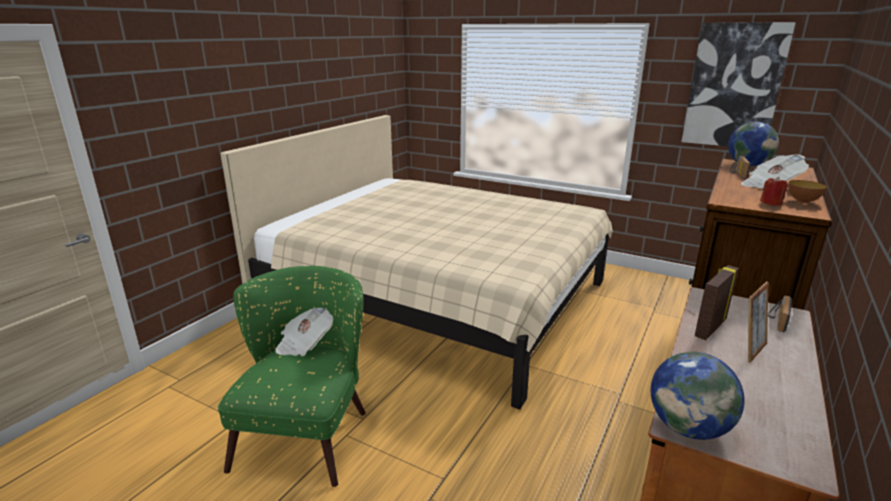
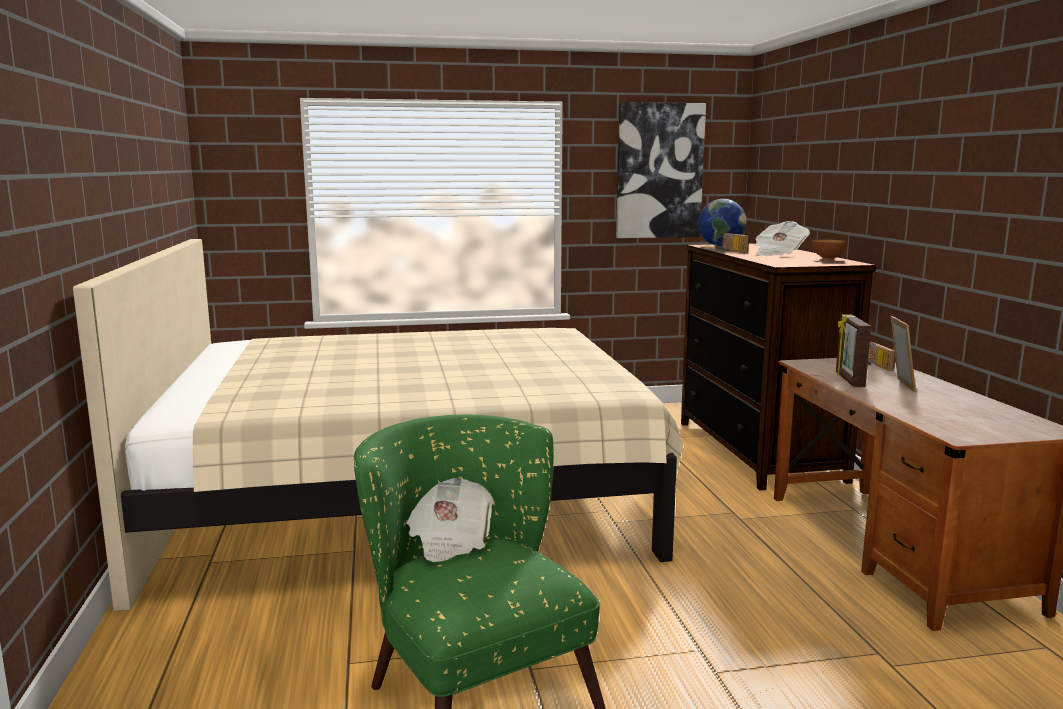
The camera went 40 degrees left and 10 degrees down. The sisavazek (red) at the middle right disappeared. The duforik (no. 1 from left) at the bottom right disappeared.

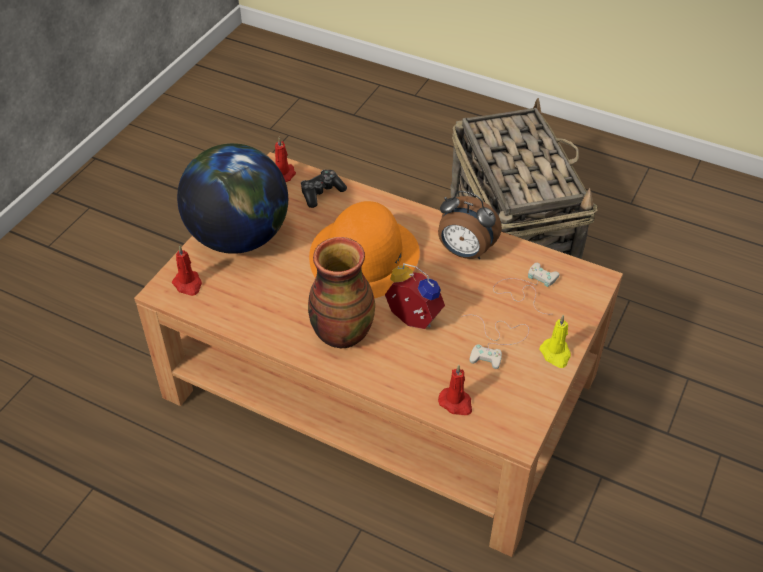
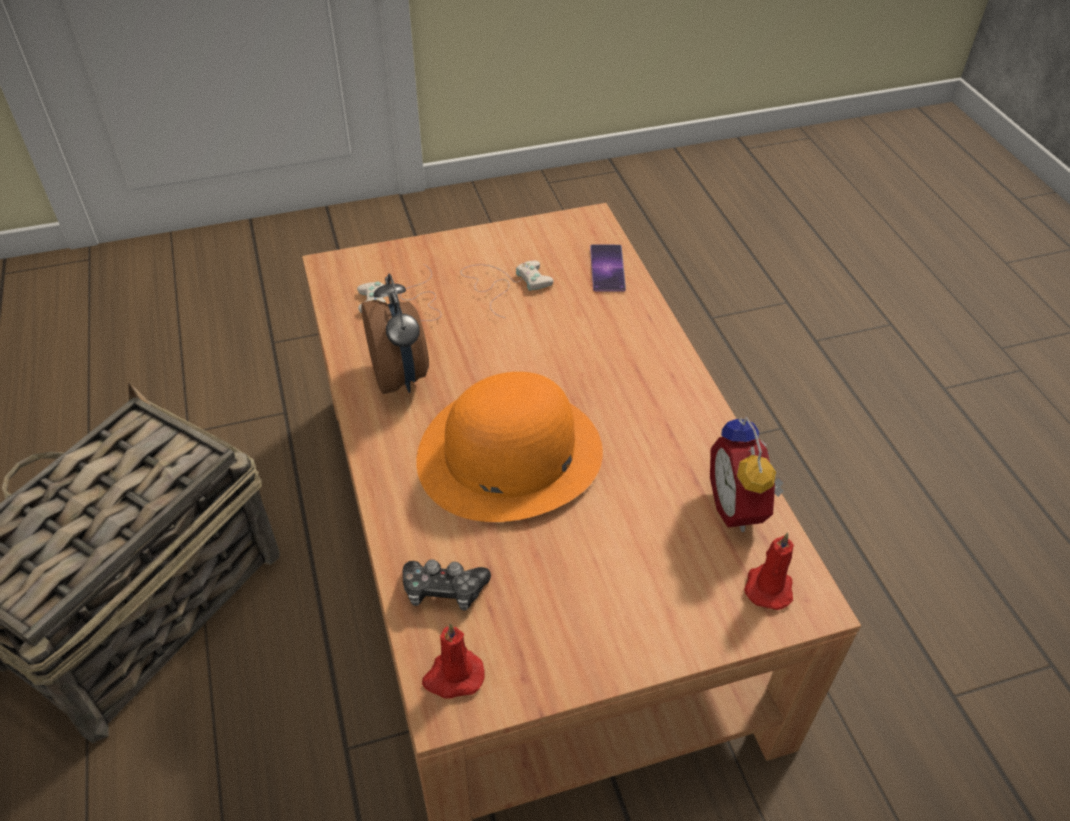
The camera went 135 degrees left and 0 degrees up. The duforik at the middle left disappeared. The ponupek at the centre disappeared. The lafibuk (no. 1 from left in the first image) moved from the centre to the middle right. The sisavazek (yellow) at the middle right disappeared. The sisavazek (red) (no. 3 from left) at the bottom centre was replaced by the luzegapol at the top centre.

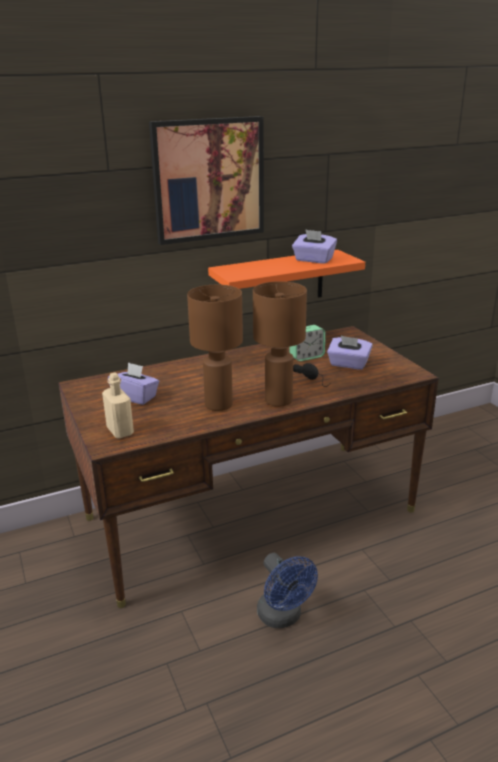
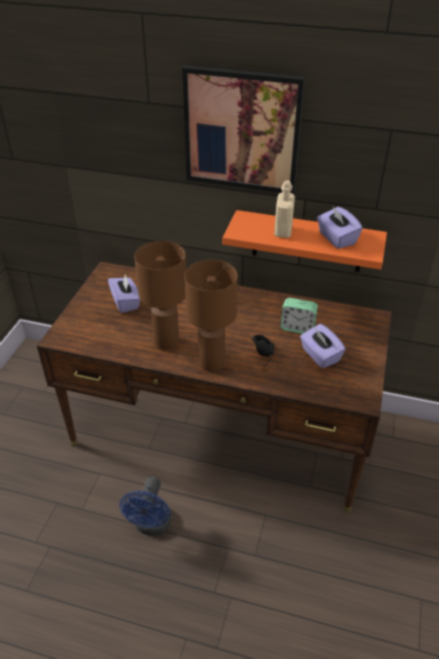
The camera went 40 degrees right and 15 degrees up. The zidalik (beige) moved from the middle left to the top centre.

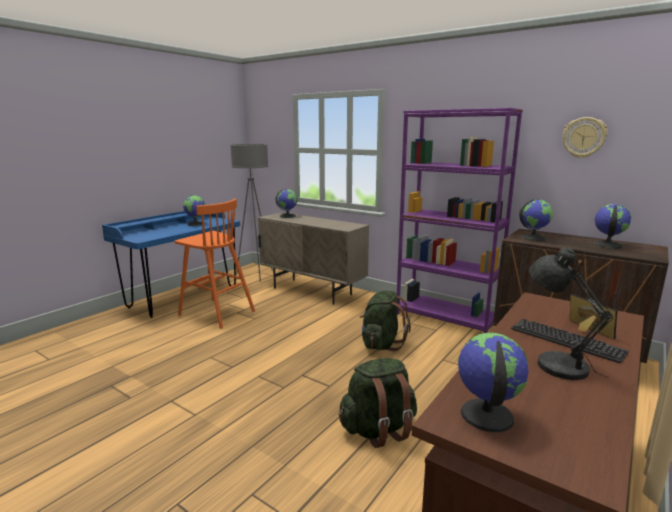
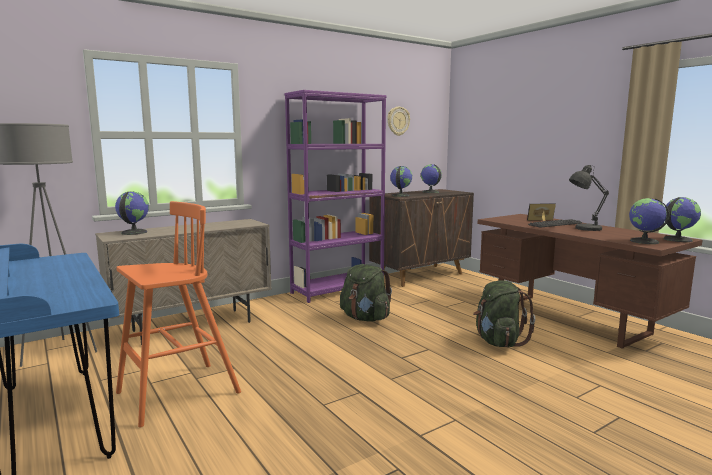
The camera went 70 degrees left and 5 degrees down. The duforik (no. 1 from left in the first image) moved from the middle left to the middle right.

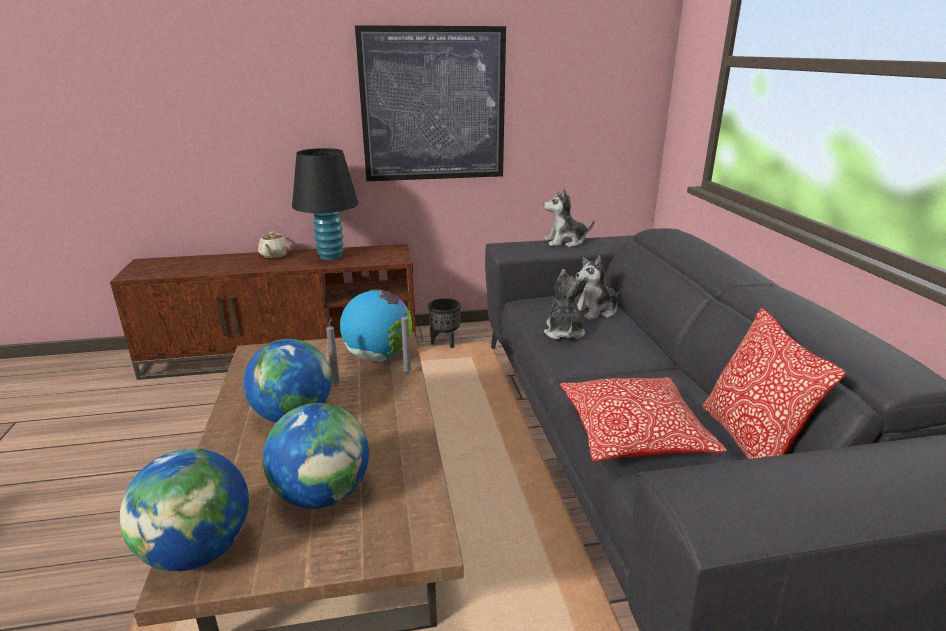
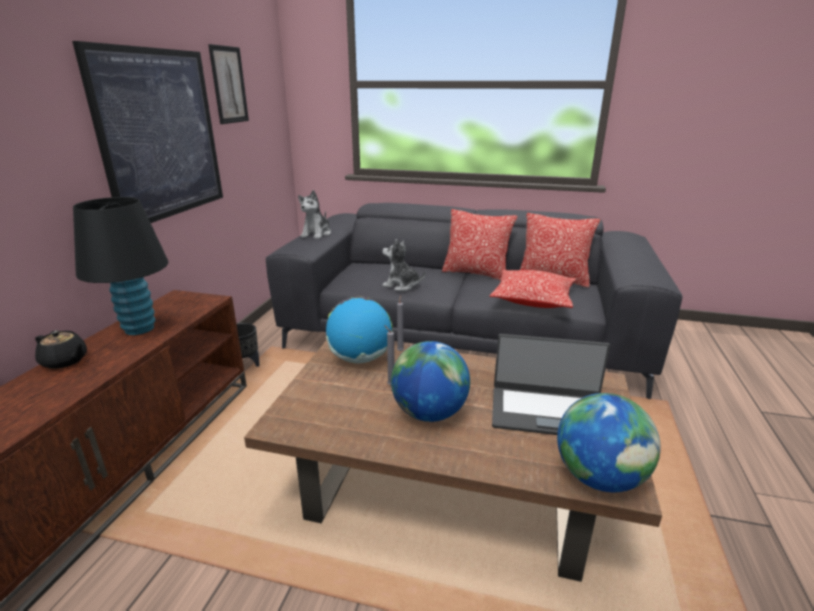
The camera went 65 degrees left and 0 degrees up. The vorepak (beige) at the middle left became the vorepak (black) at the middle left. The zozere (no. 3 from left) at the centre disappeared. The duforik (no. 3 from left) at the bottom centre was replaced by the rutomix at the middle right. The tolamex (no. 2 from left) at the top left appeared. The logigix (no. 1 from left) at the centre appeared.

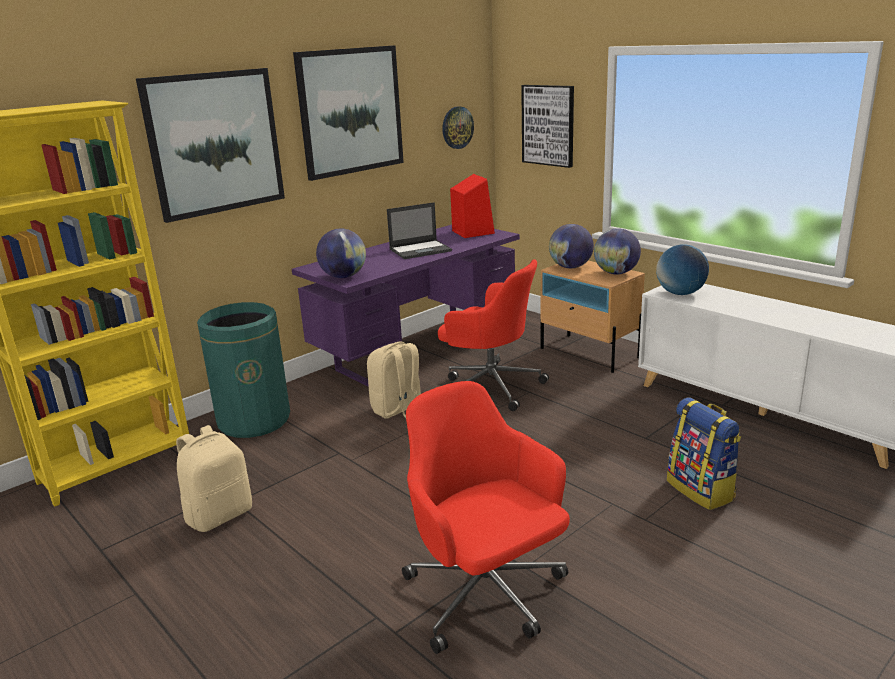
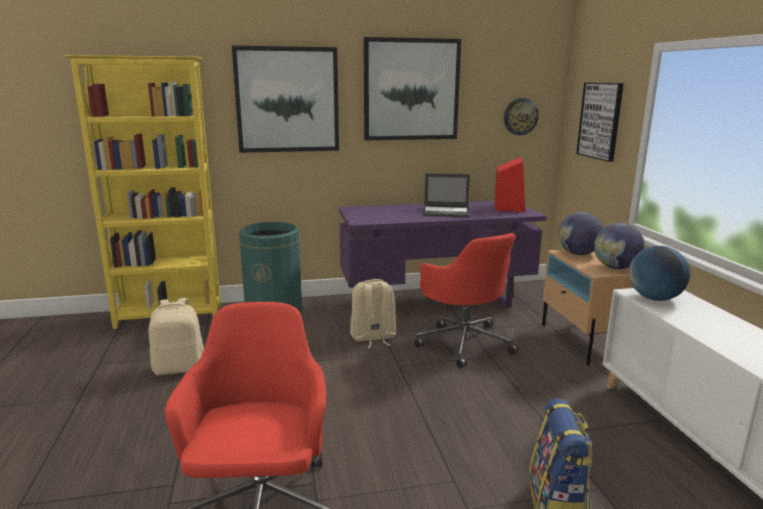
The camera went 30 degrees right and 5 degrees down. The duforik (no. 1 from left) at the centre disappeared.

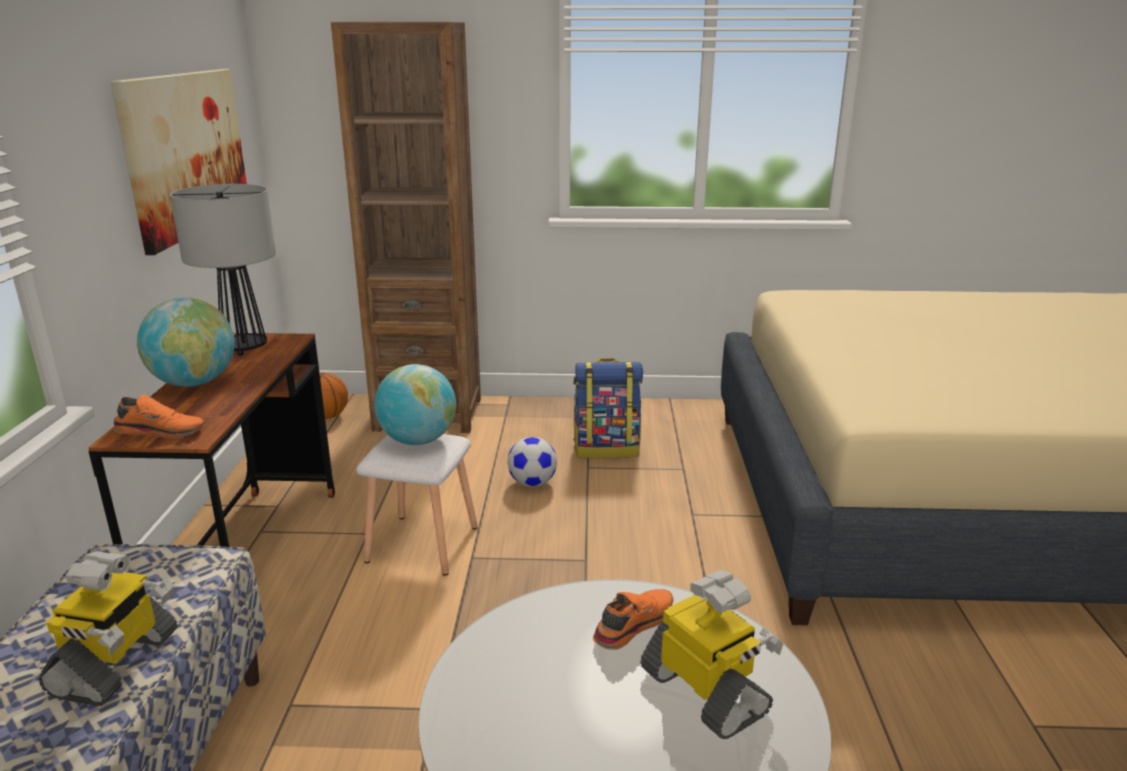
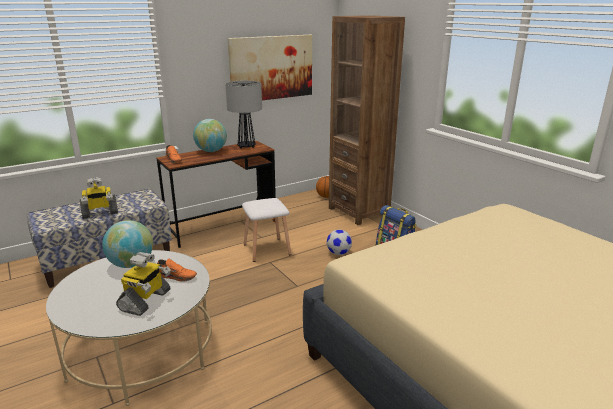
The camera went 55 degrees right and 0 degrees up. The duforik (no. 2 from left in the first image) moved from the centre to the middle left.

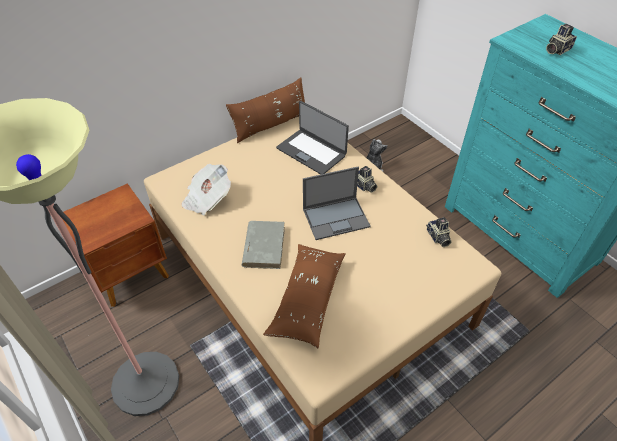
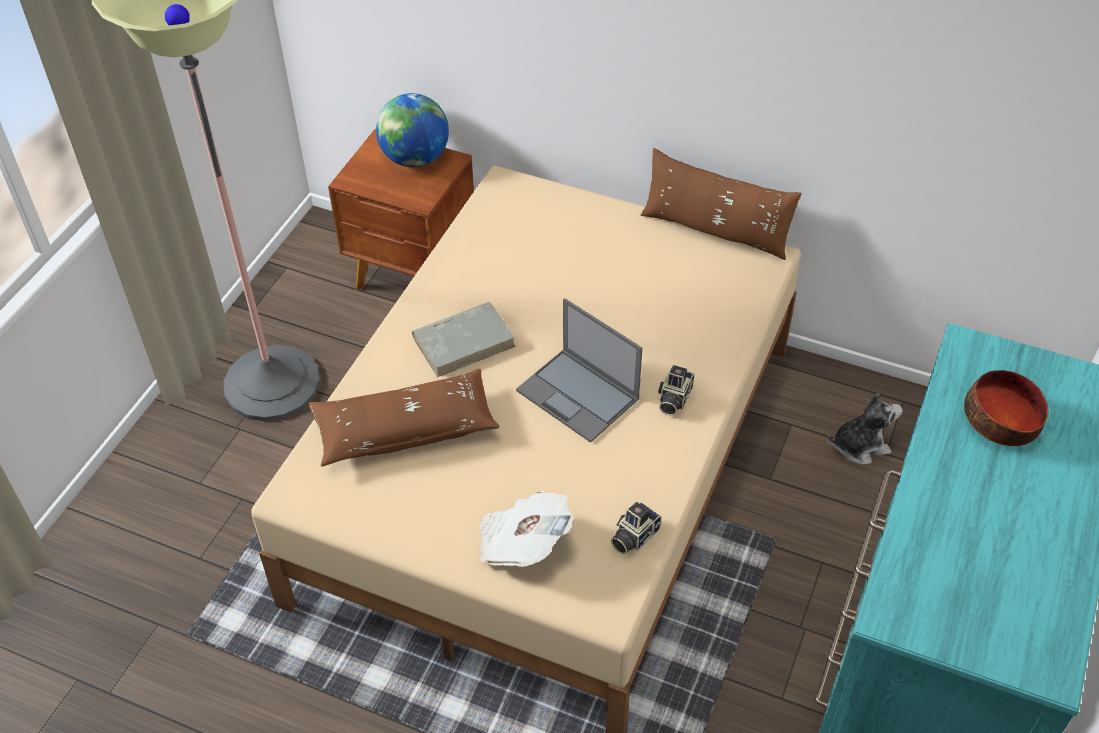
The camera went 60 degrees right and 0 degrees up. The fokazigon (no. 3 from left) at the top right was replaced by the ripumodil at the middle right. The rutomix (no. 1 from left) at the top centre disappeared. The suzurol moved from the centre to the bottom centre. The duforik at the top centre appeared.

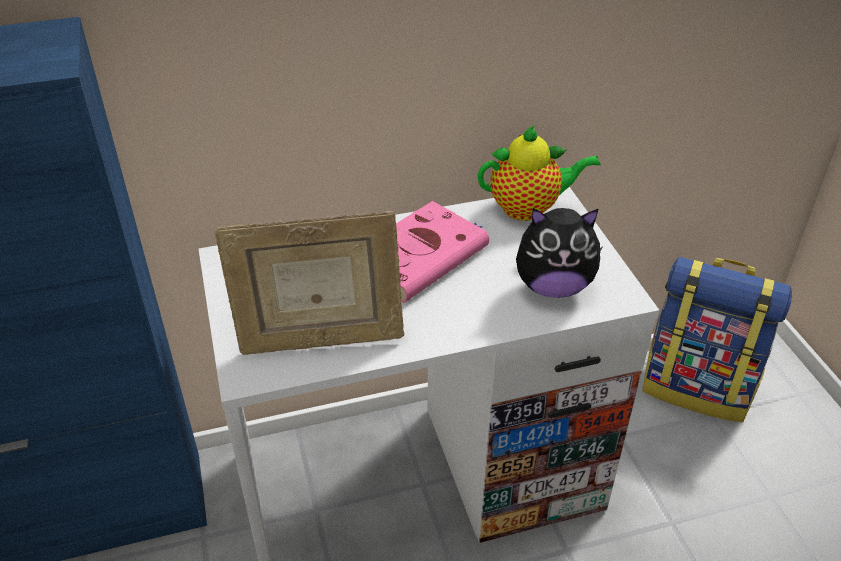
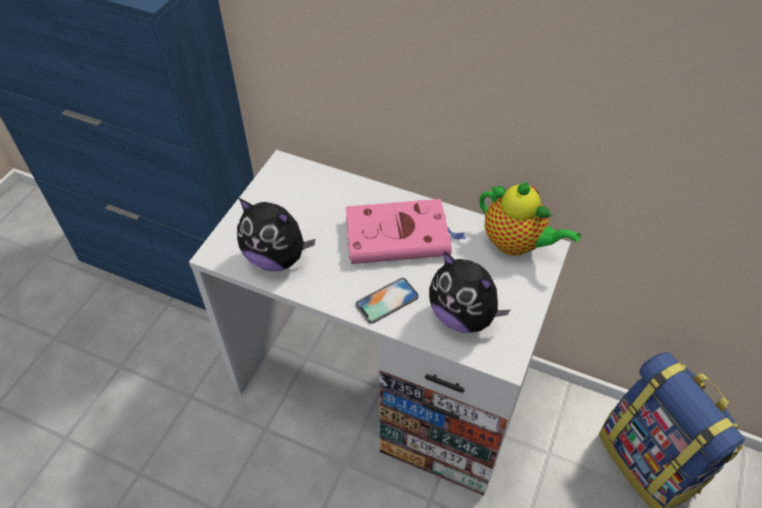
The camera went 40 degrees right and 10 degrees up. The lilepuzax at the centre was replaced by the zozere (no. 1 from left) at the centre. The luzegapol at the centre appeared.

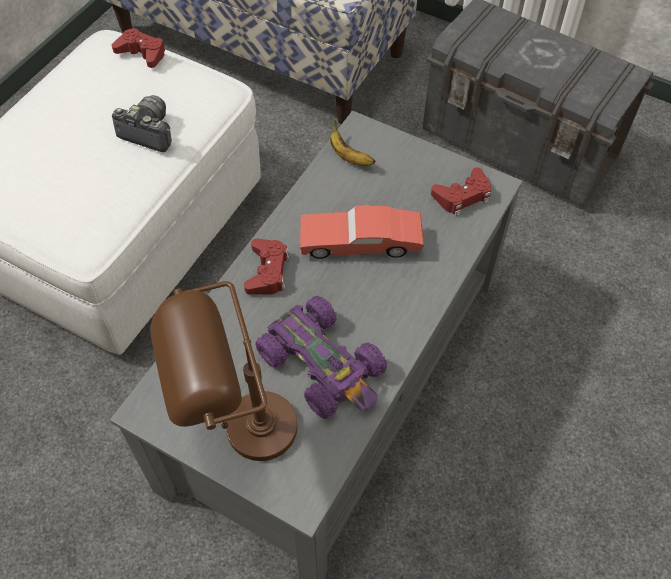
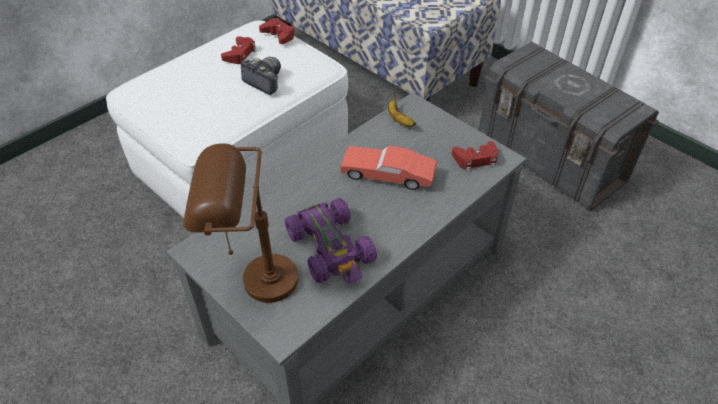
The camera went 15 degrees right and 10 degrees down. The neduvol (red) (no. 2 from left in the first image) moved from the centre to the top left.

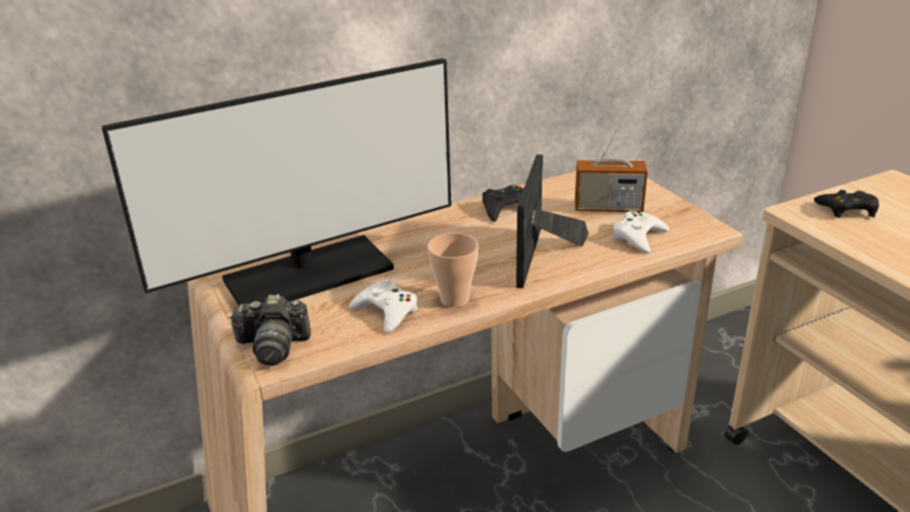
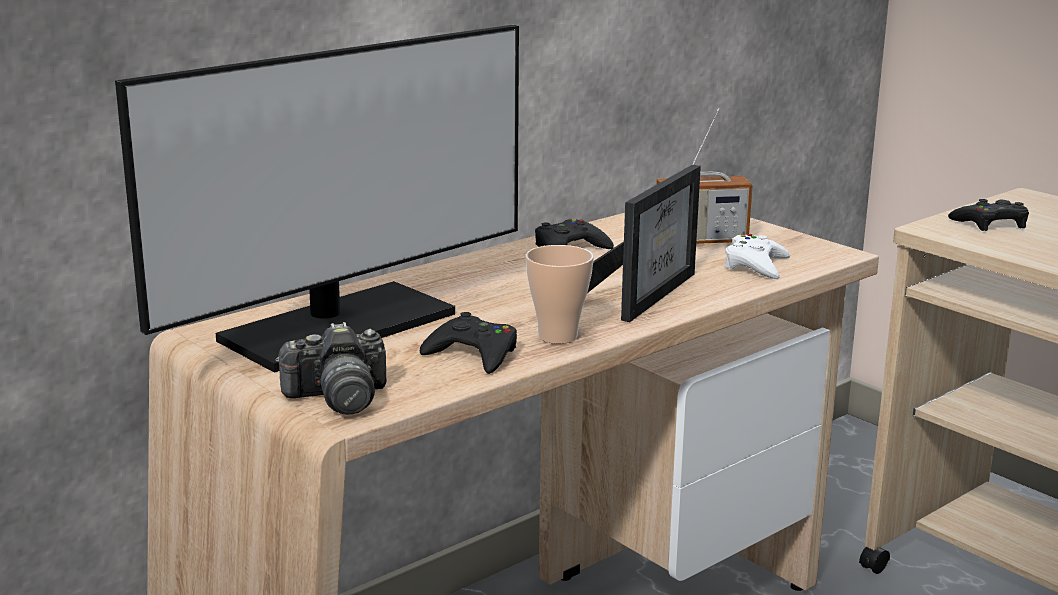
The camera went 15 degrees left and 10 degrees down. The lilepuzax at the centre turned 150 degrees counterclockwise. The neduvol (white) (no. 1 from left) at the centre became the neduvol (black) (no. 1 from left) at the centre.

